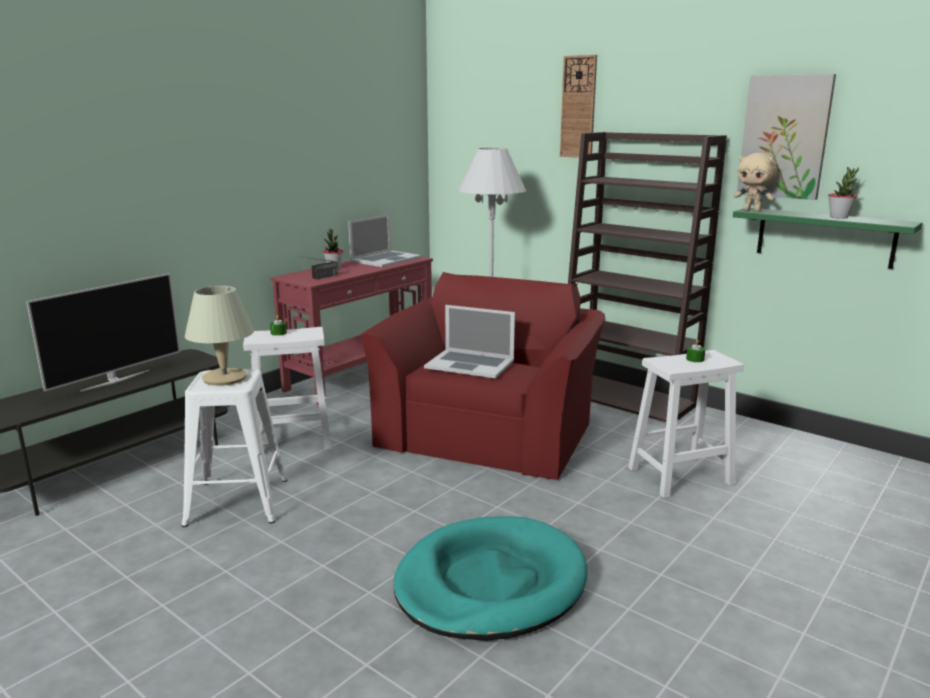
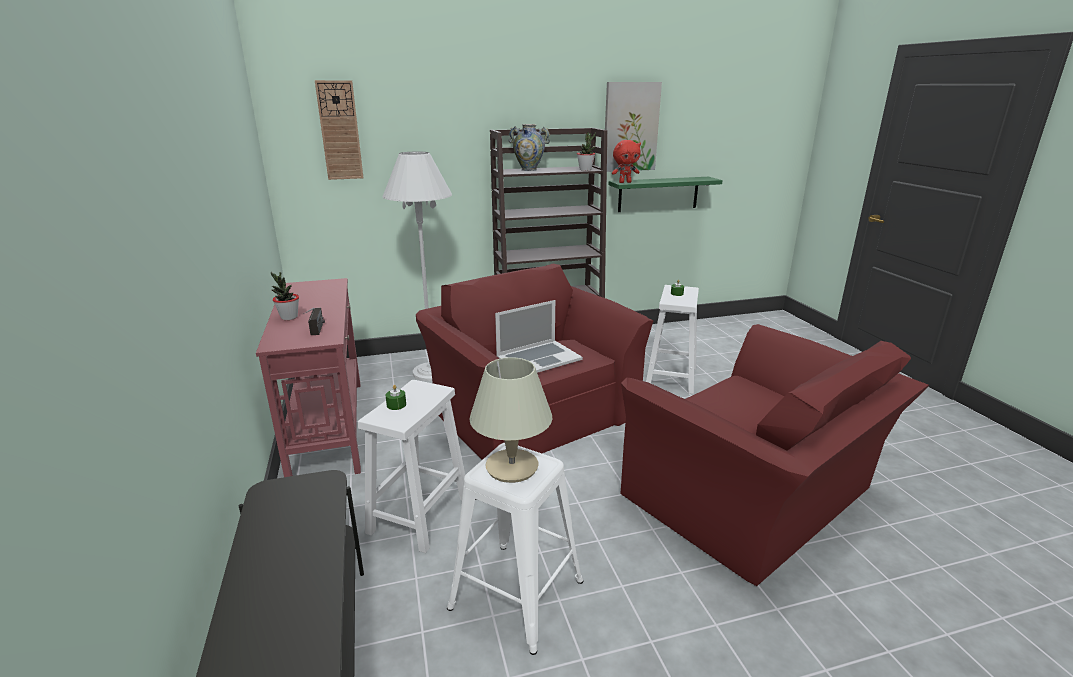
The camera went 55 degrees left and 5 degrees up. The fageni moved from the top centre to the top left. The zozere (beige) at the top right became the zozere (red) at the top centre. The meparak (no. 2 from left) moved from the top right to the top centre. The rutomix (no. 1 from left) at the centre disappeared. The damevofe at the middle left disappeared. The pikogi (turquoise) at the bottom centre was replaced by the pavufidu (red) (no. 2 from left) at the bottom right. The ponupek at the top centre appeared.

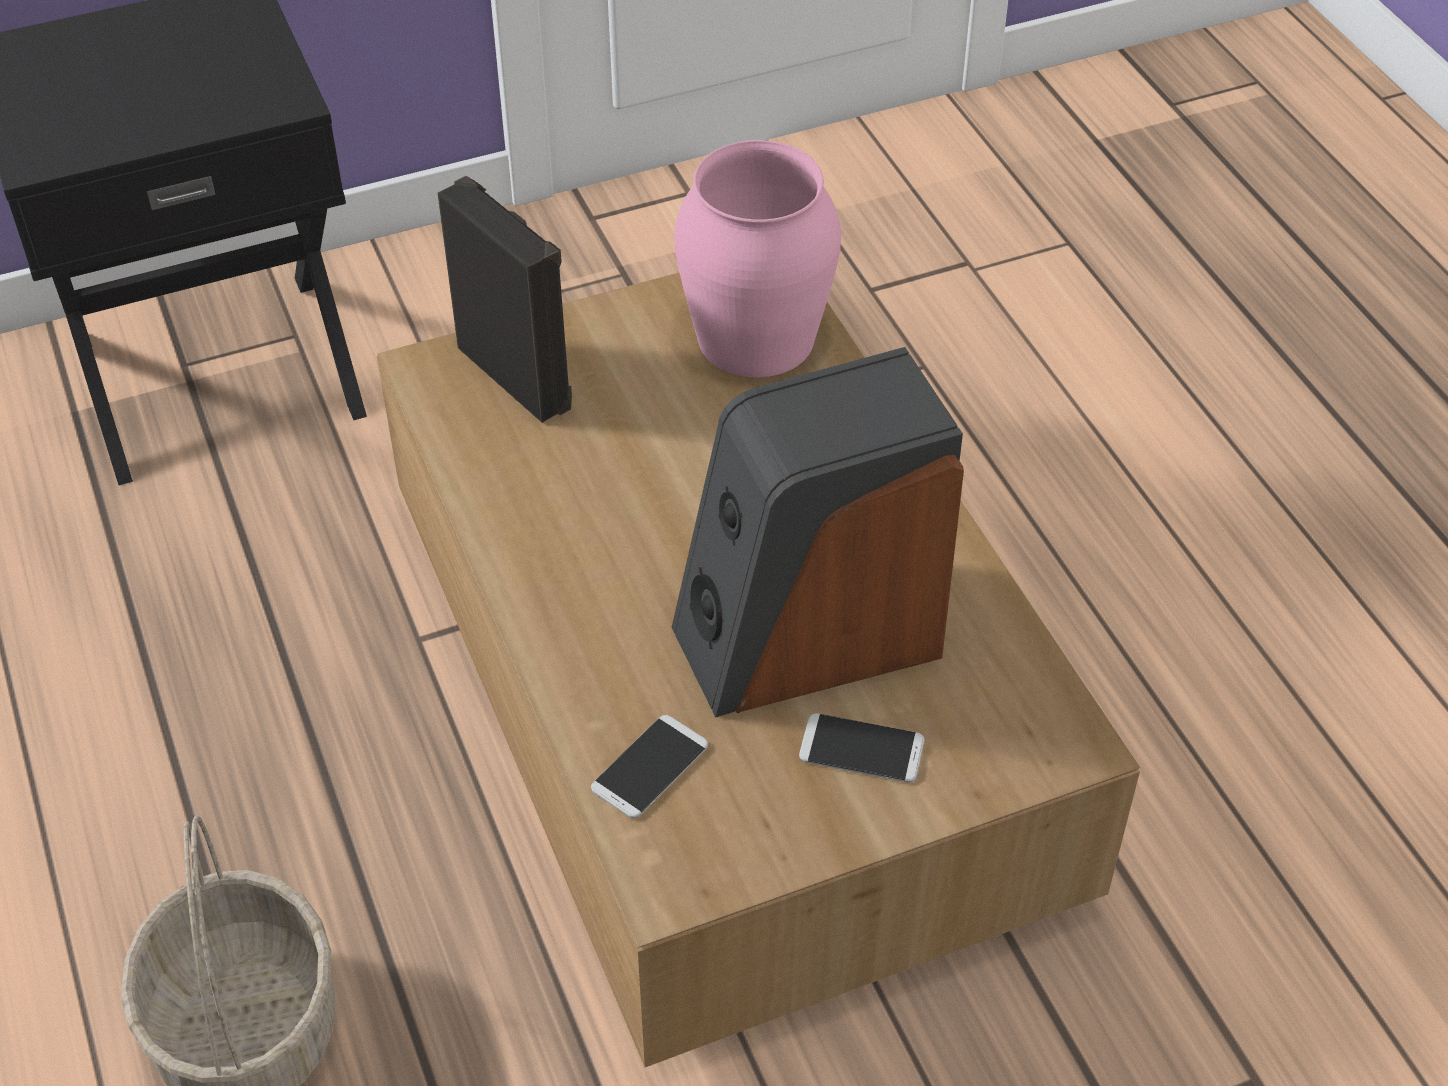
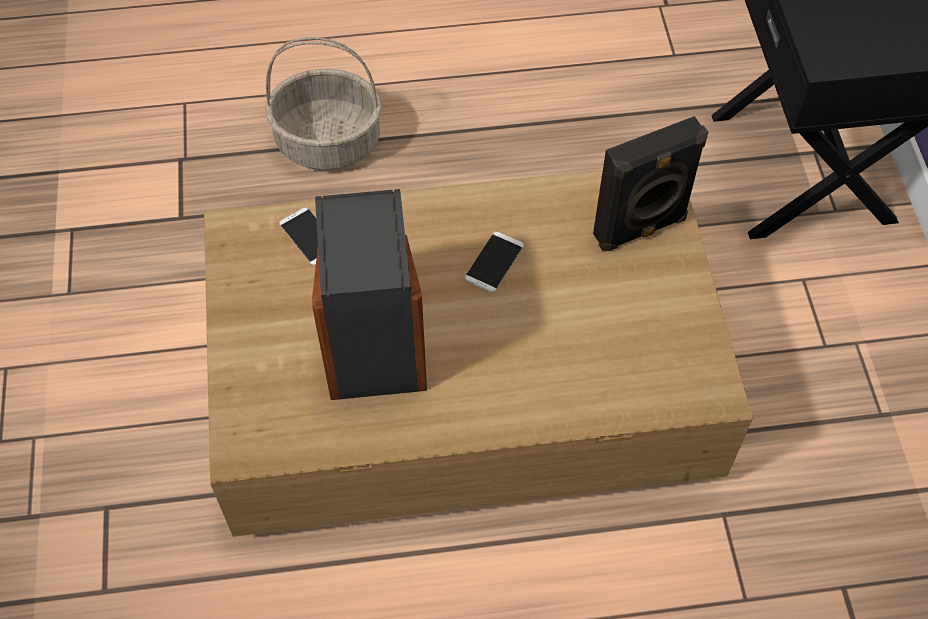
The camera went 105 degrees right and 10 degrees up. The ponupek (pink) at the top centre disappeared. The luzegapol (no. 2 from left) moved from the bottom centre to the centre.

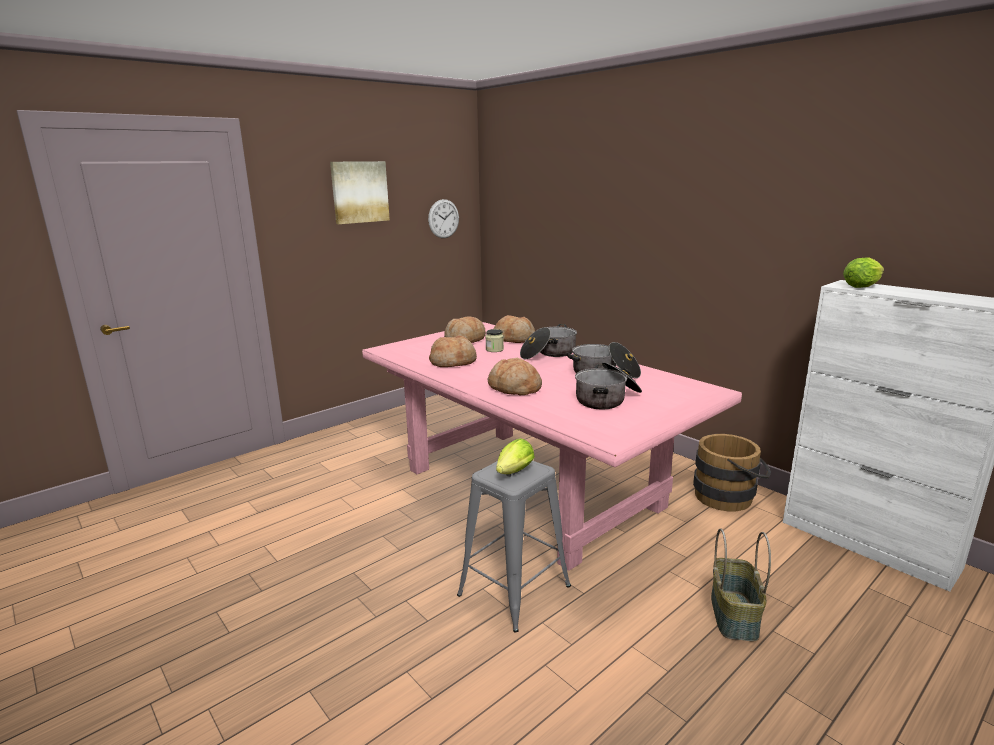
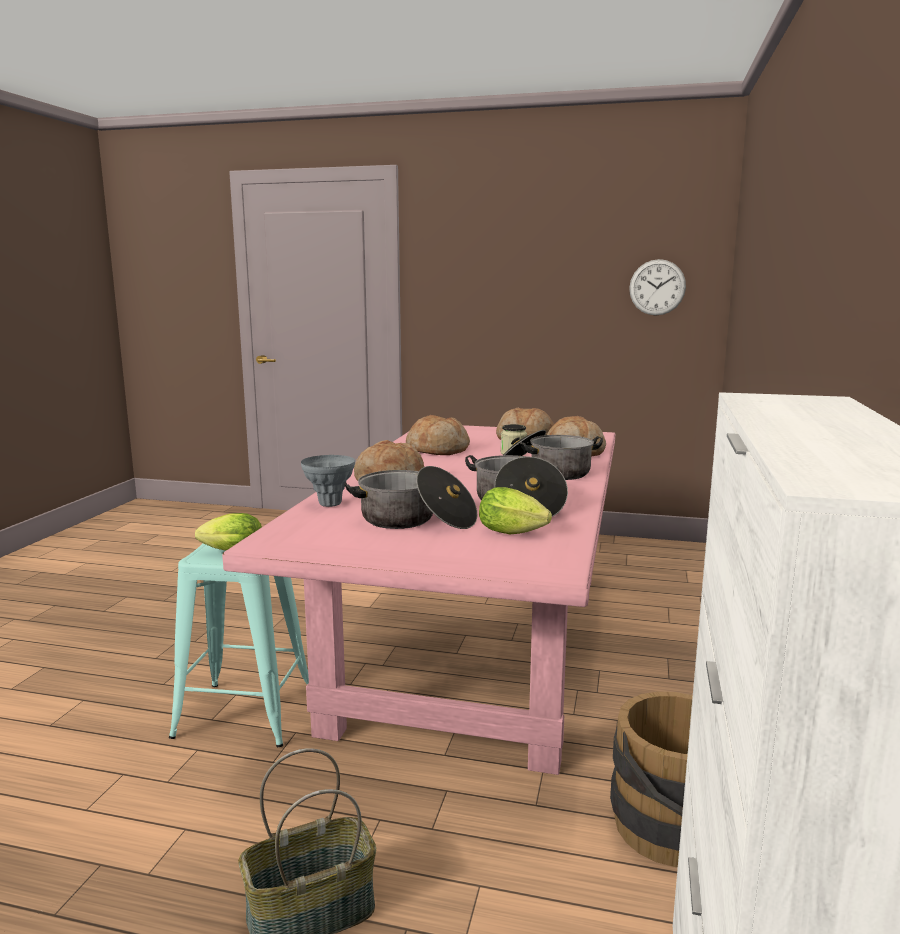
The camera went 55 degrees right and 5 degrees down. The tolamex at the top centre disappeared. The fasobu (no. 2 from left) moved from the middle right to the centre. The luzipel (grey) at the bottom centre became the luzipel (turquoise) at the bottom left. The ponupek (grey) at the centre appeared.

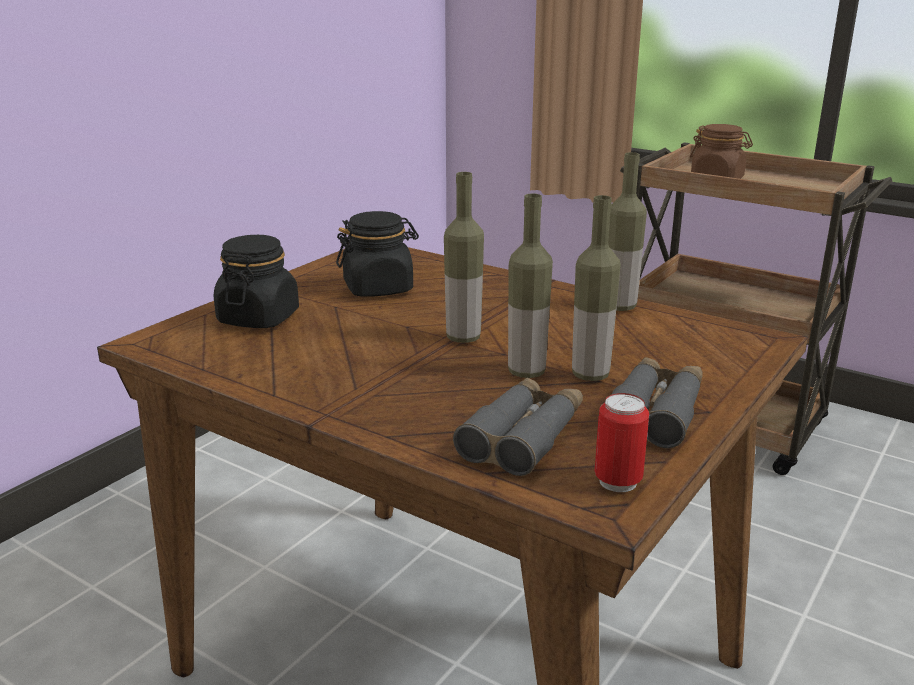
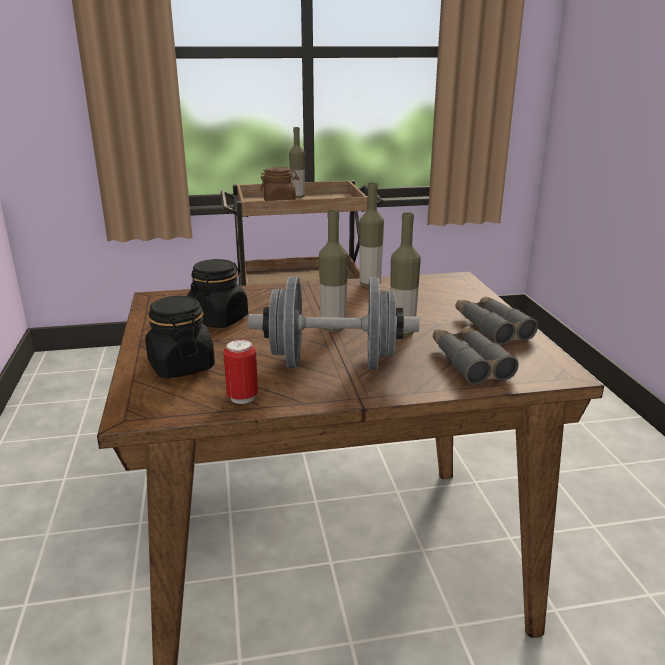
The camera went 45 degrees left and 0 degrees up. The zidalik (no. 3 from left in the first image) moved from the centre to the top centre. The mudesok moved from the middle right to the centre. The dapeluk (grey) at the centre appeared.

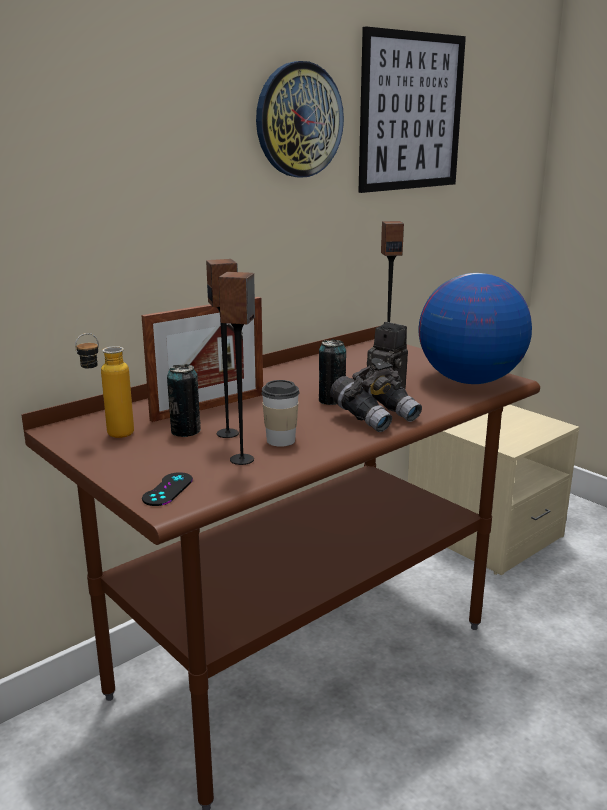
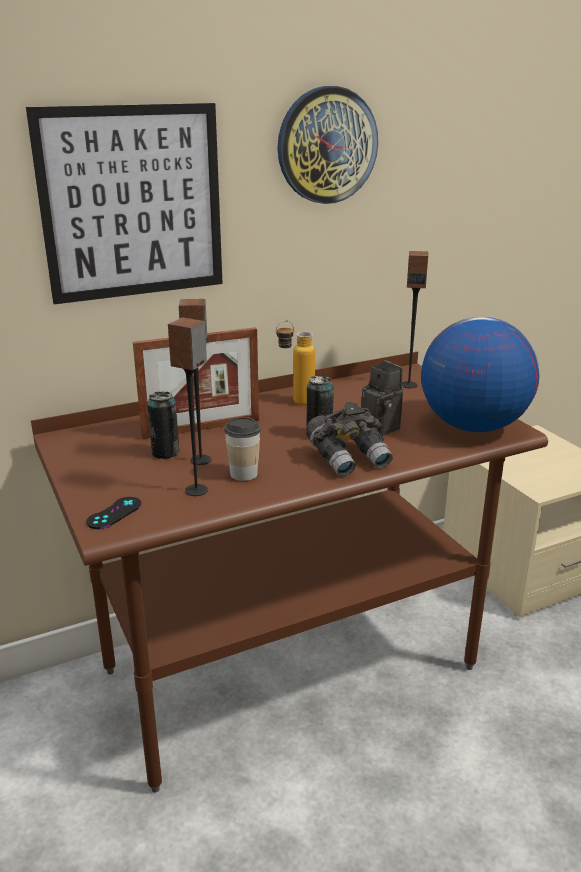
The camera went 15 degrees right and 5 degrees up. The tolamex moved from the top right to the top left. The zidalik moved from the middle left to the centre.

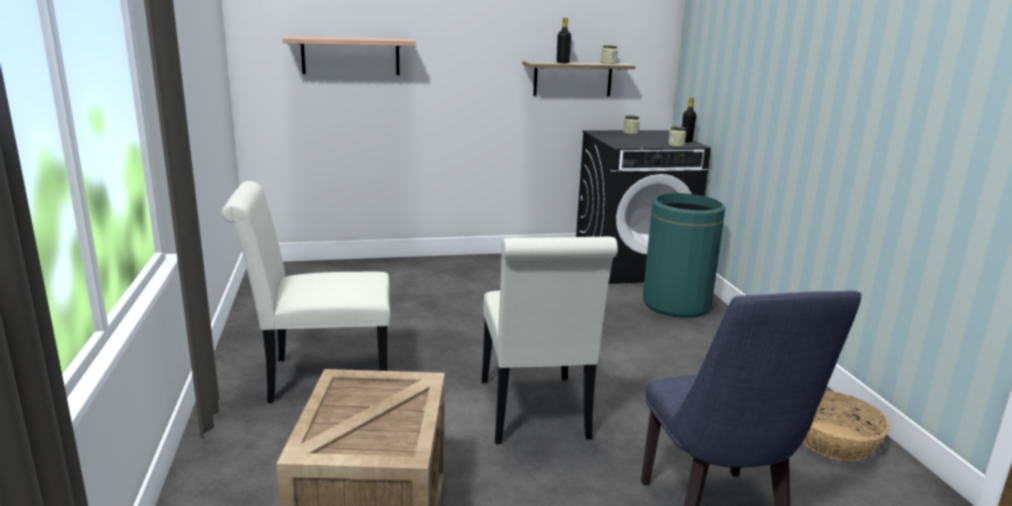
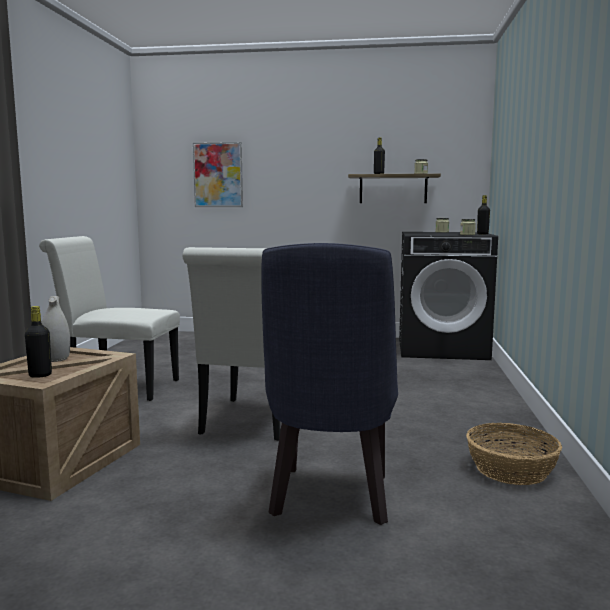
The camera went 20 degrees right and 10 degrees down. The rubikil (no. 1 from left) at the top centre was replaced by the tolamex at the top centre. The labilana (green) at the middle right disappeared. The ponupek (white) at the middle left appeared. The zidalik (black) (no. 1 from left) at the middle left appeared.

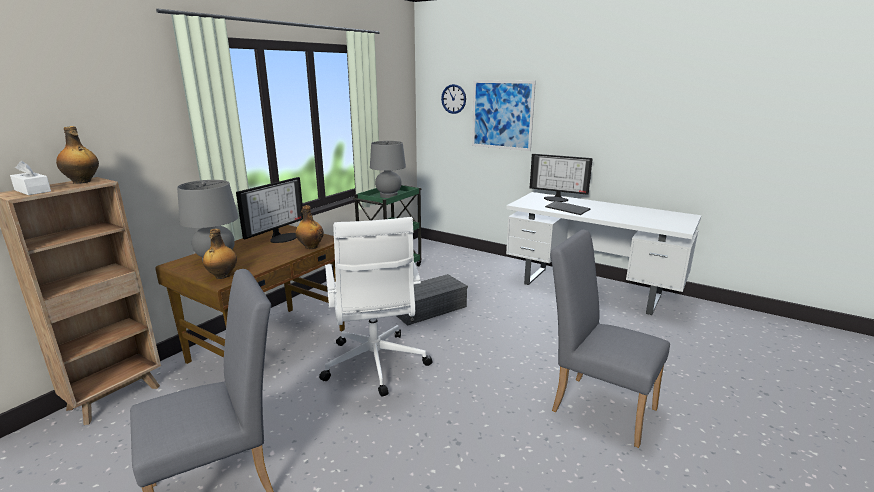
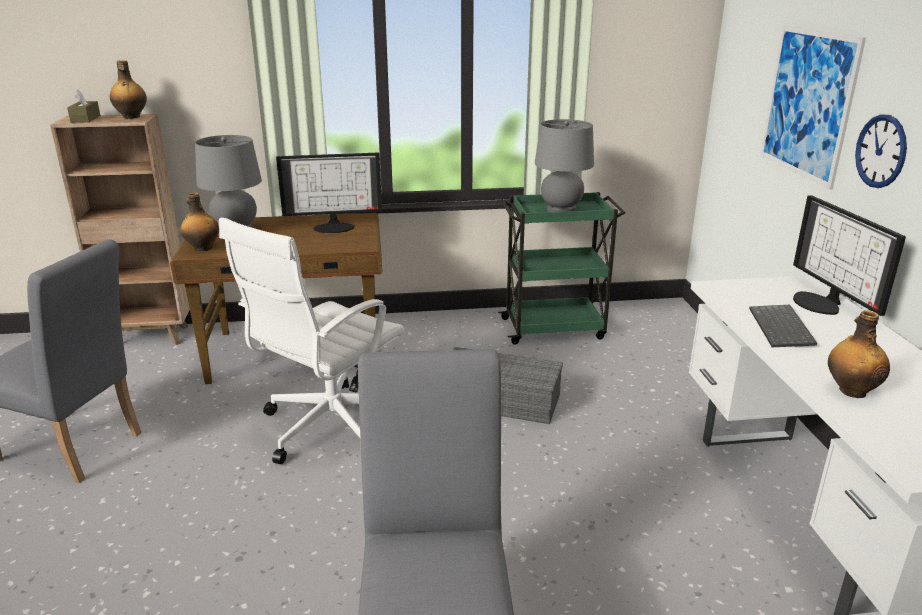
The camera went 50 degrees right and 5 degrees up. The fageni moved from the top centre to the top right. The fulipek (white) at the middle left became the fulipek (brown) at the top left. The zidalik (no. 3 from left) moved from the centre to the middle right.

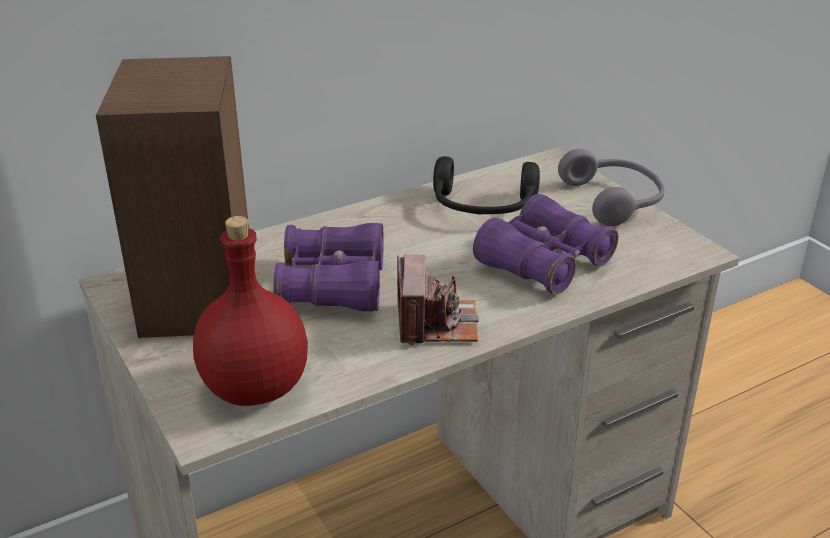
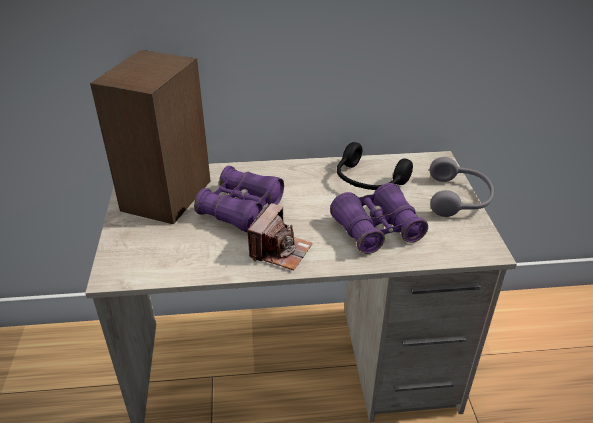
The camera went 25 degrees right and 5 degrees up. The zidalik (red) at the middle left disappeared.

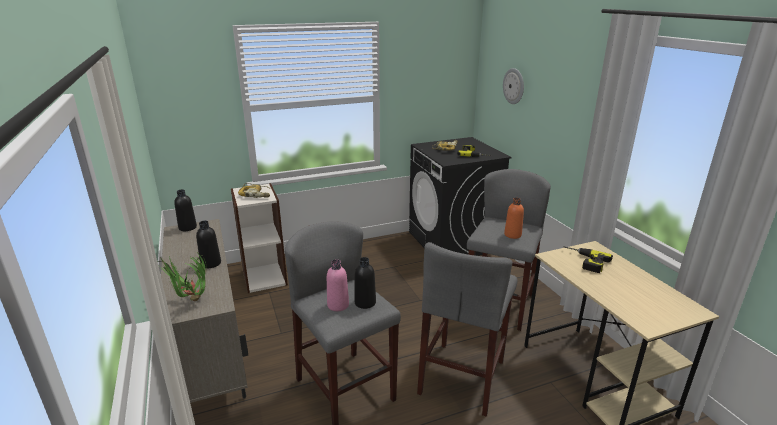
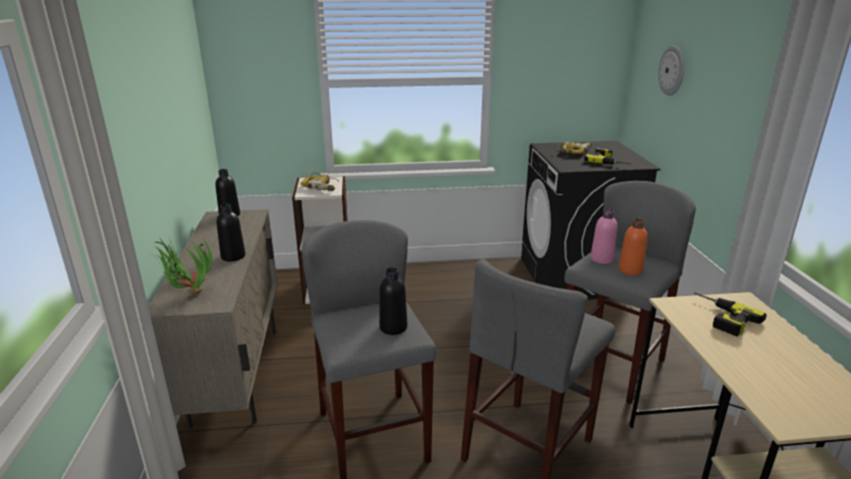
The camera went 15 degrees right and 0 degrees up. The zidalik (pink) moved from the bottom centre to the middle right.

